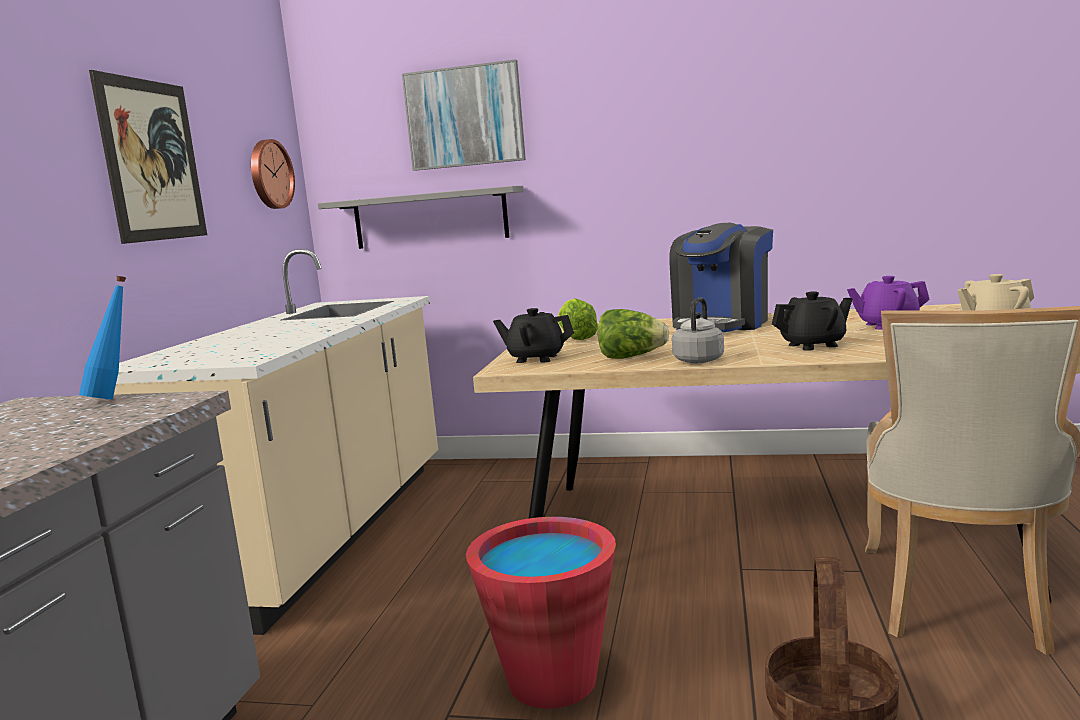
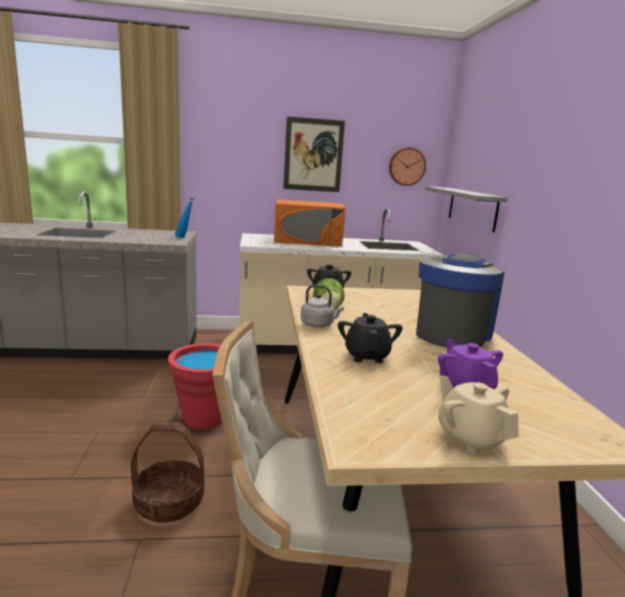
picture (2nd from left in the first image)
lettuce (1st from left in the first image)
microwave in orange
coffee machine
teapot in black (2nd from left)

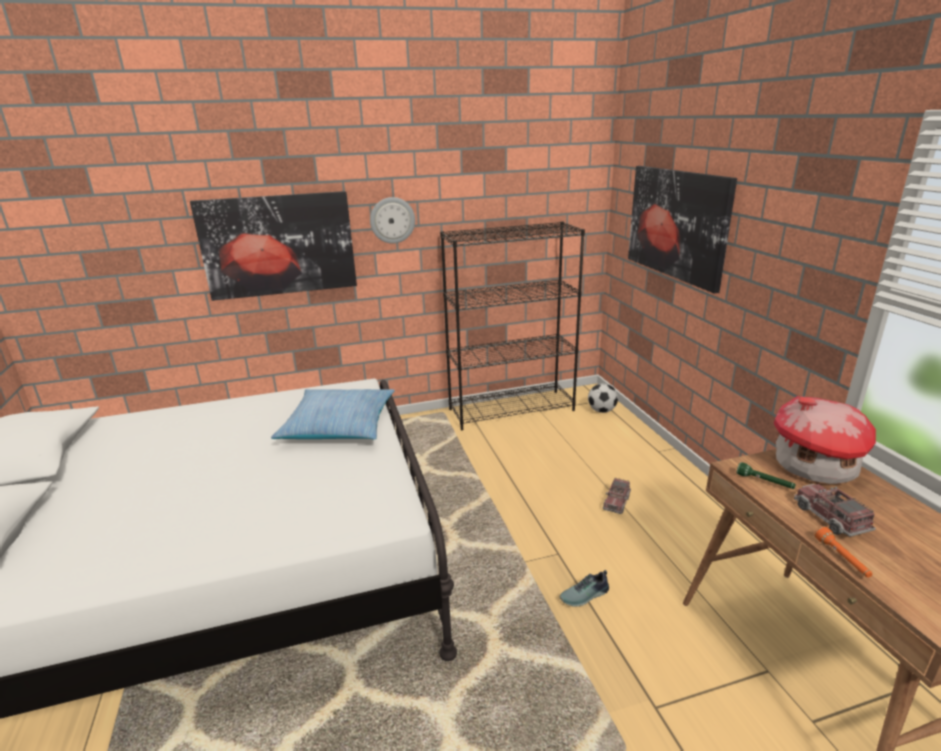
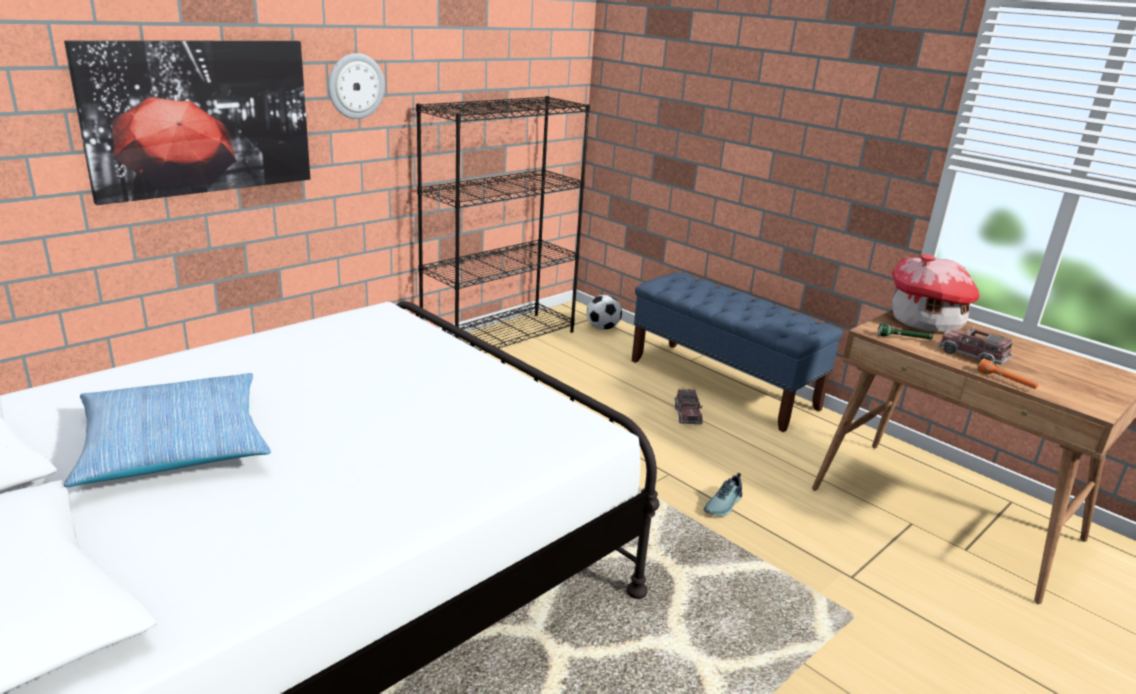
picture (2nd from left in the first image)
bench in blue
pillow

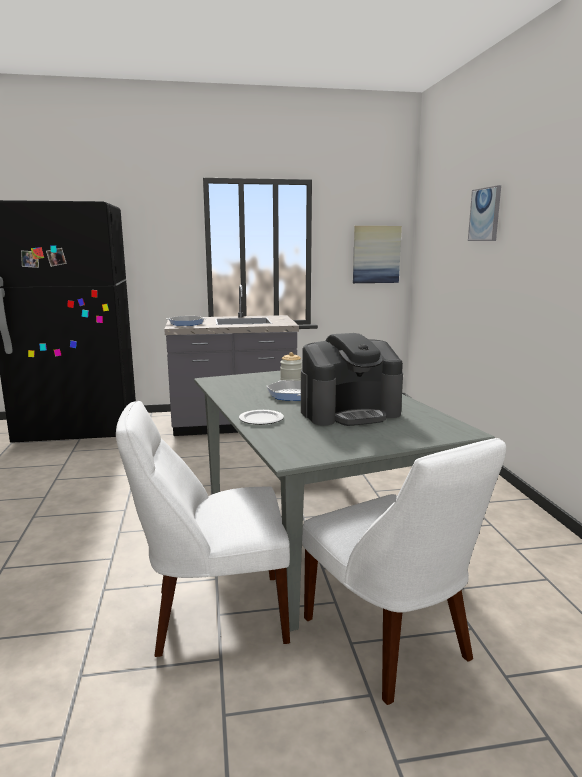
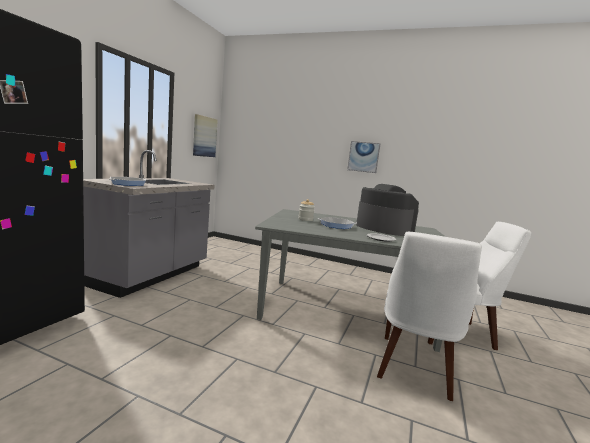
picture (2nd from left)
coffee machine

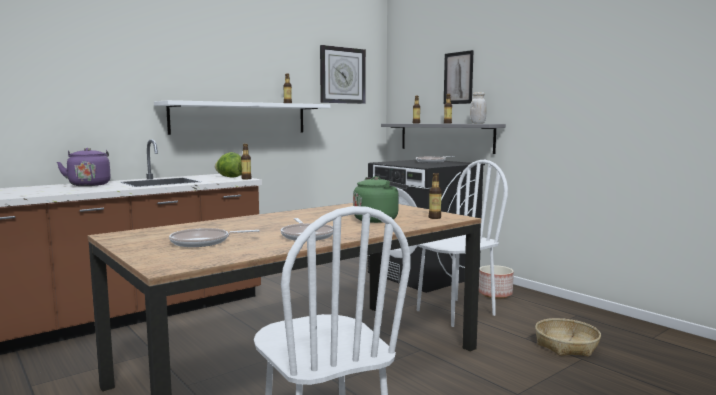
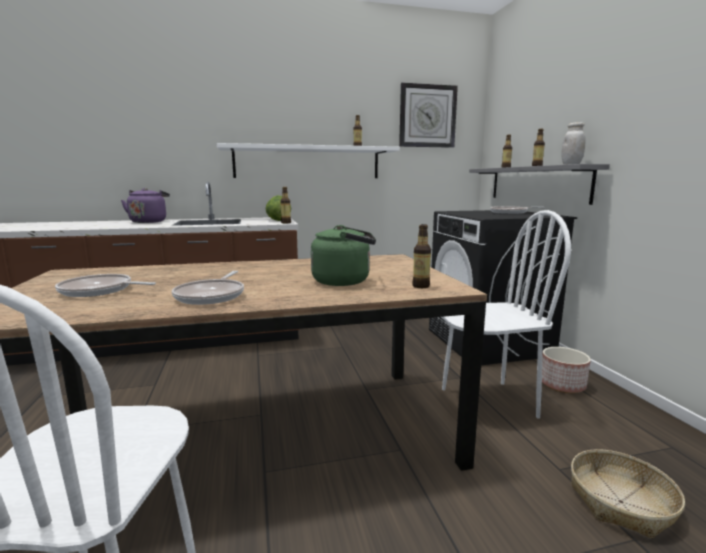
picture

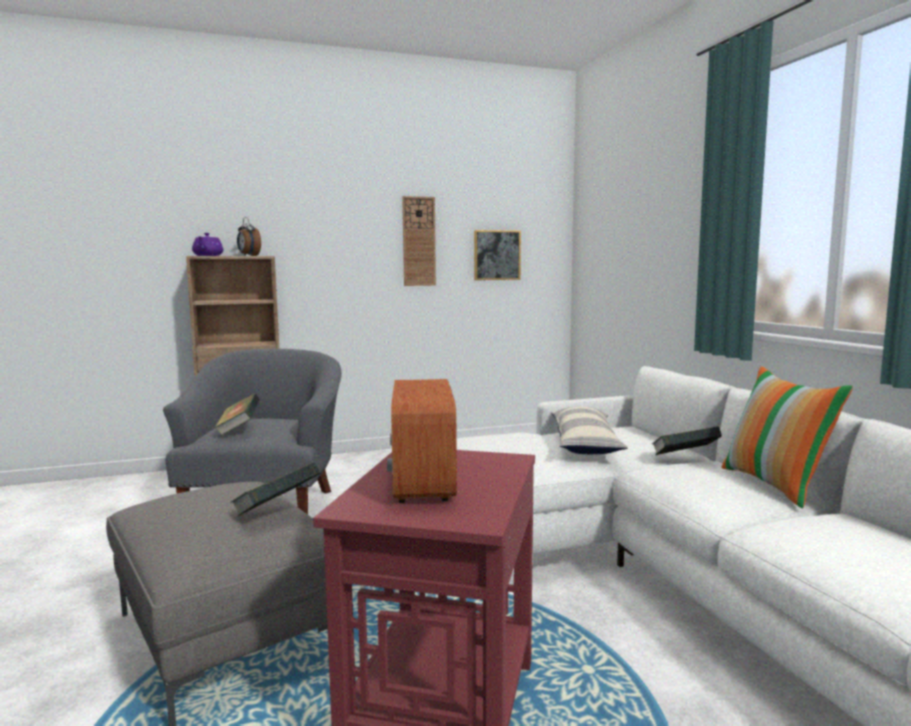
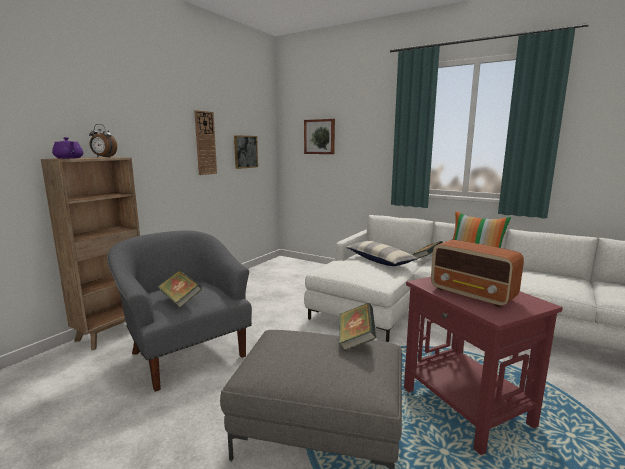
picture (2nd from left)

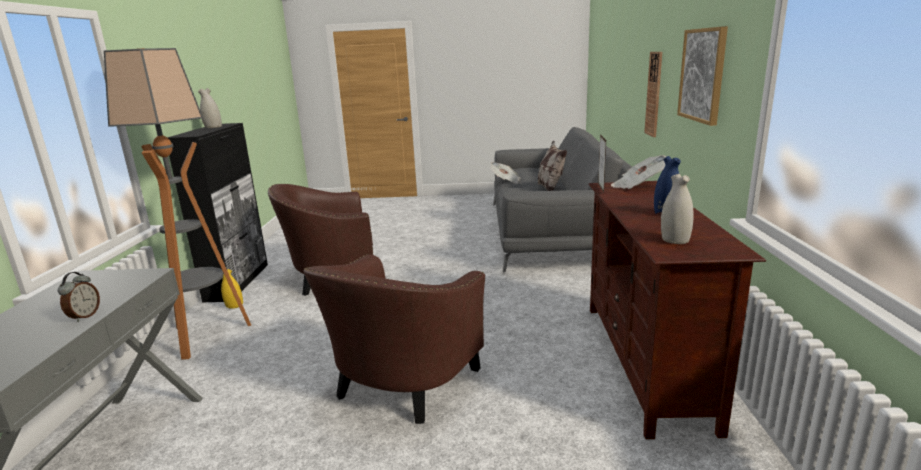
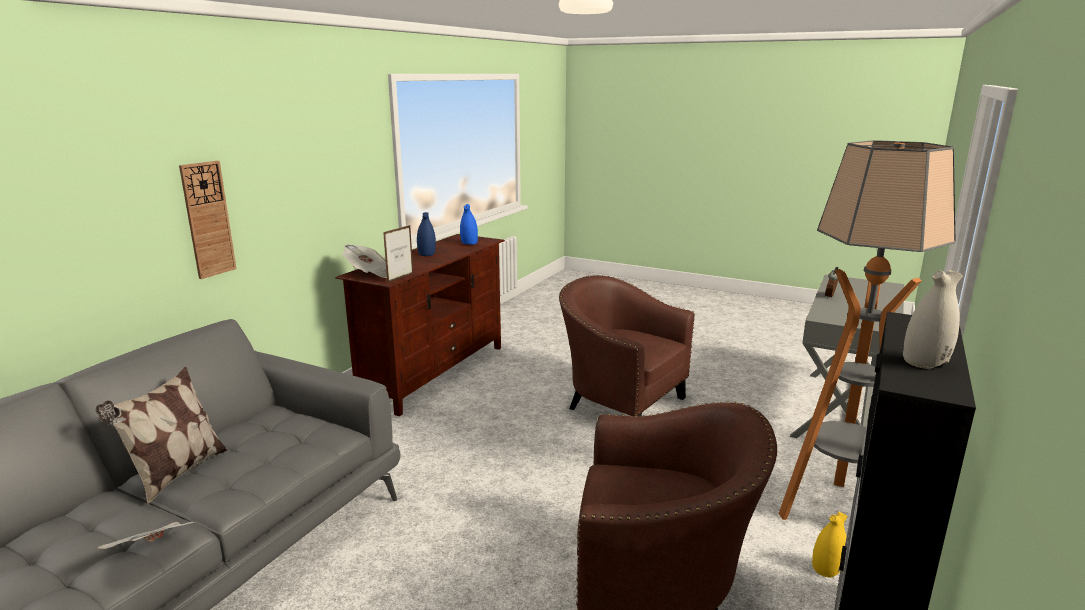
picture
vase in blue (2nd from left)
armchair in brown (1st from left)

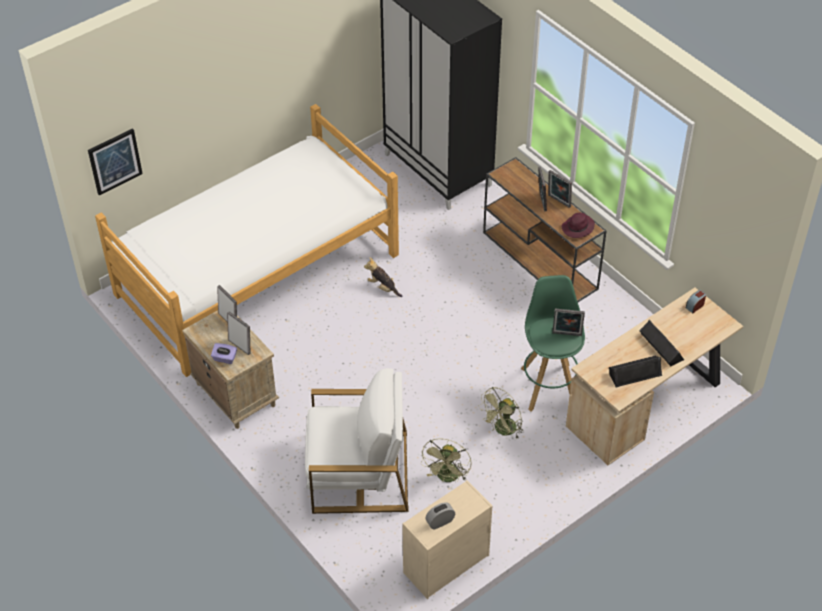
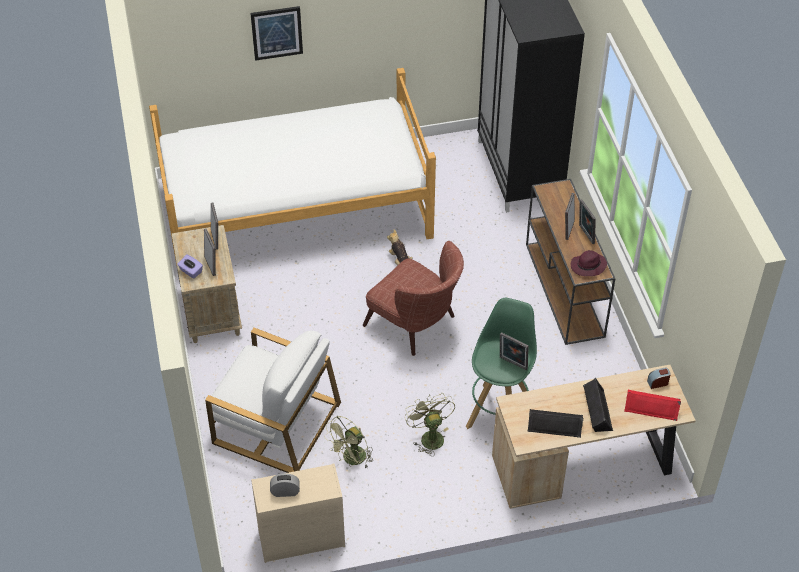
armchair in brown
speaker in red
picture
fan in green (2nd from left)

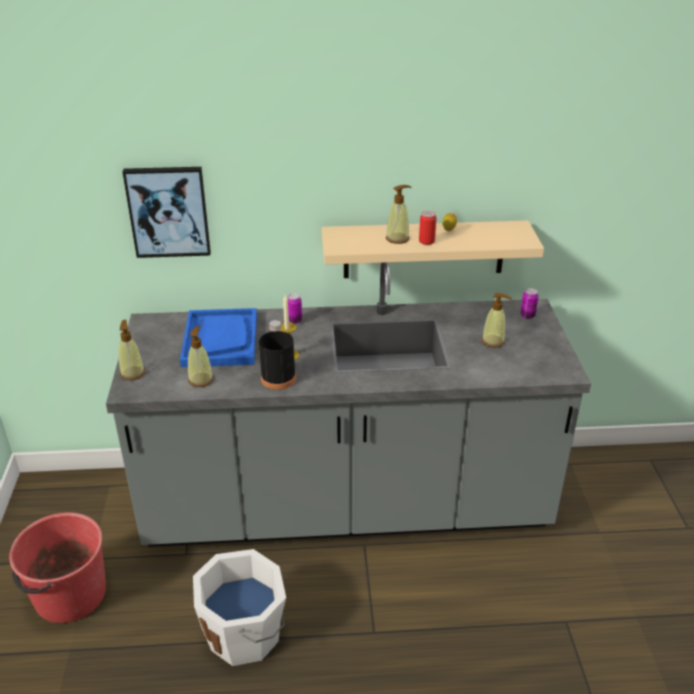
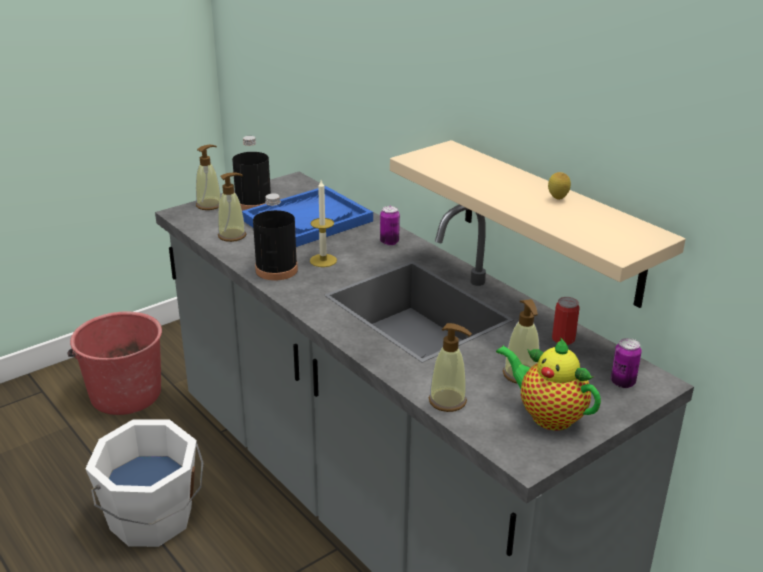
picture
bottle in black (1st from left)
teapot
soap dispenser (3rd from left)
can (2nd from left)

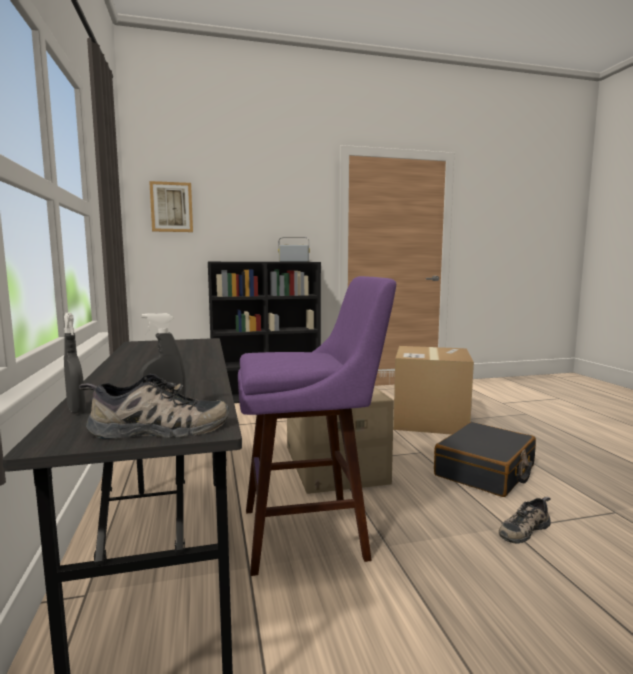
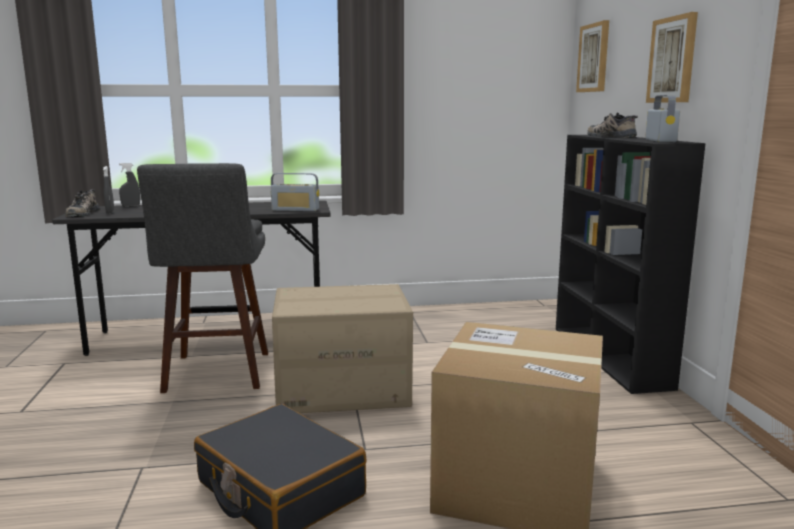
radio (1st from left)
picture (2nd from left)
shoe (2nd from left)
stool in grey

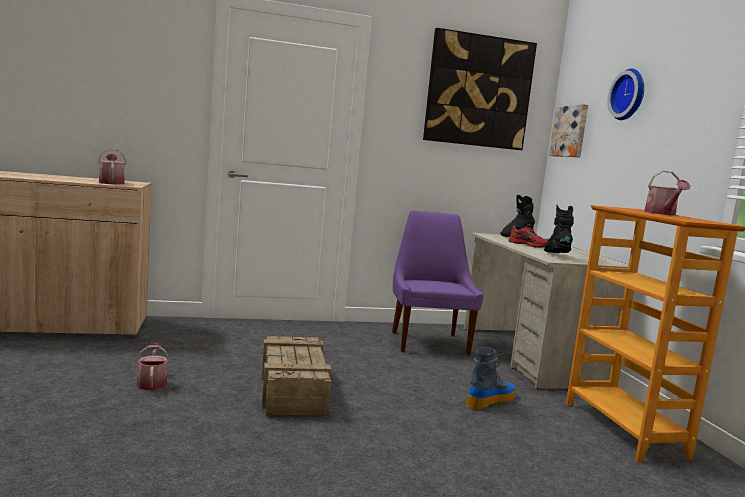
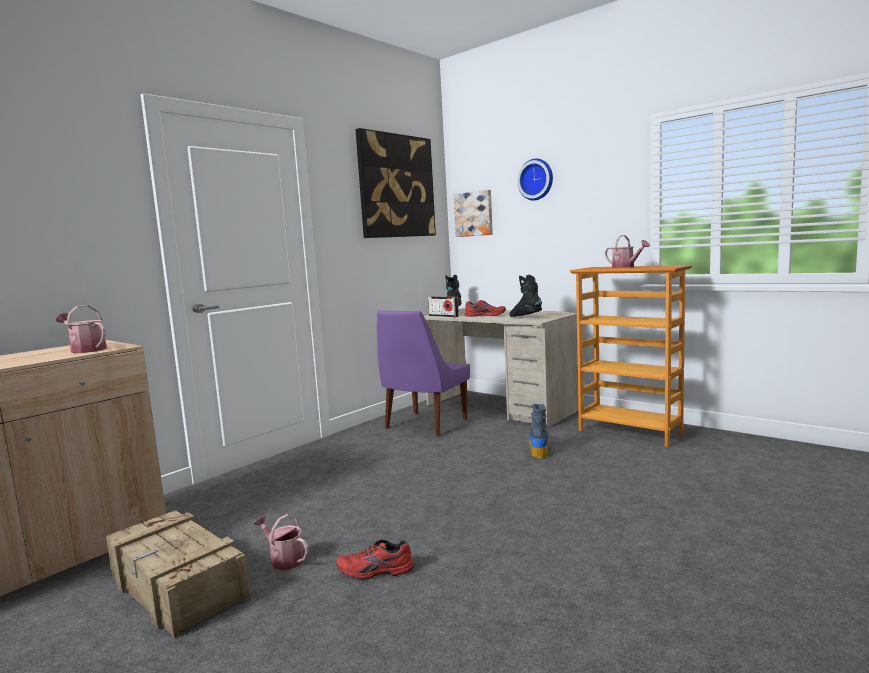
shoe in red (1st from left)
radio
crate
chair in purple

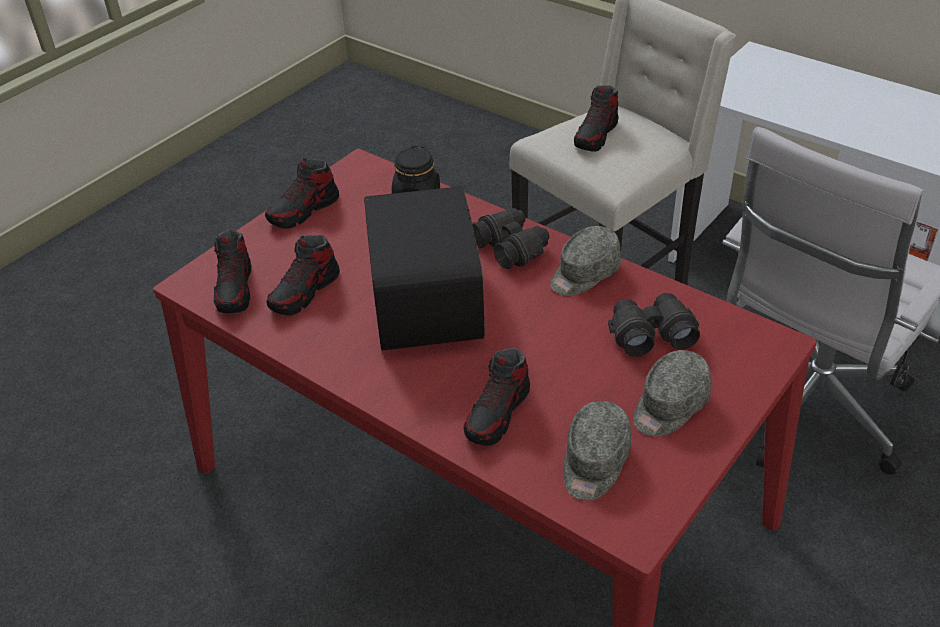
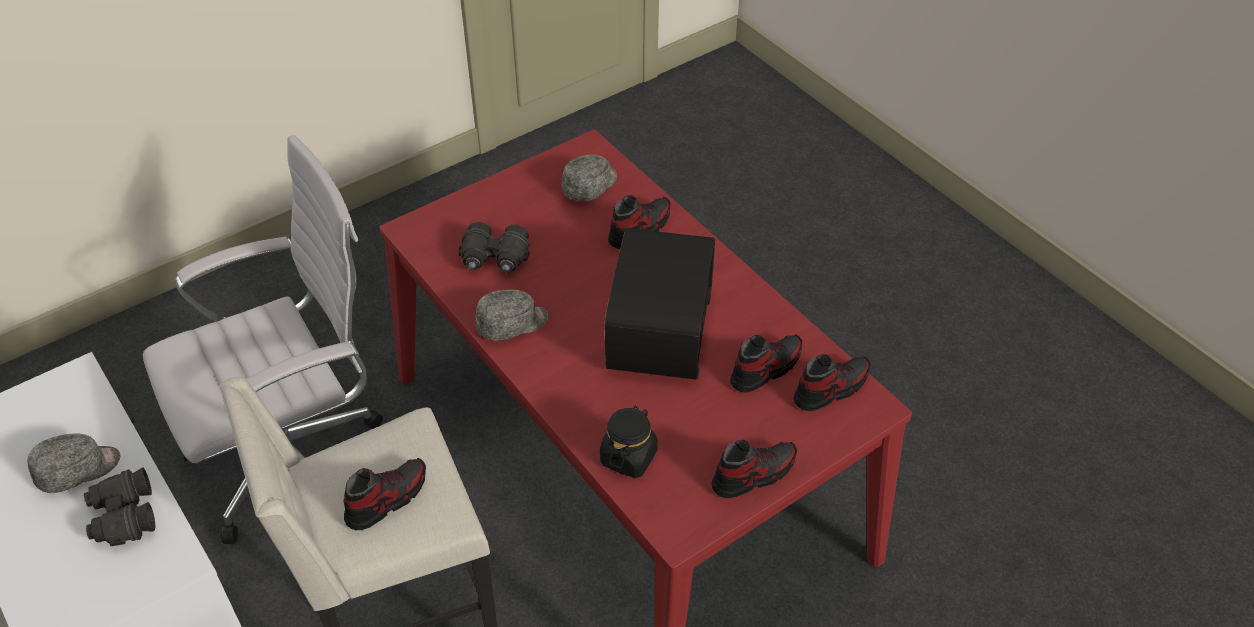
binoculars in black (1st from left)
cap in grey (1st from left)
shoe (5th from left)

